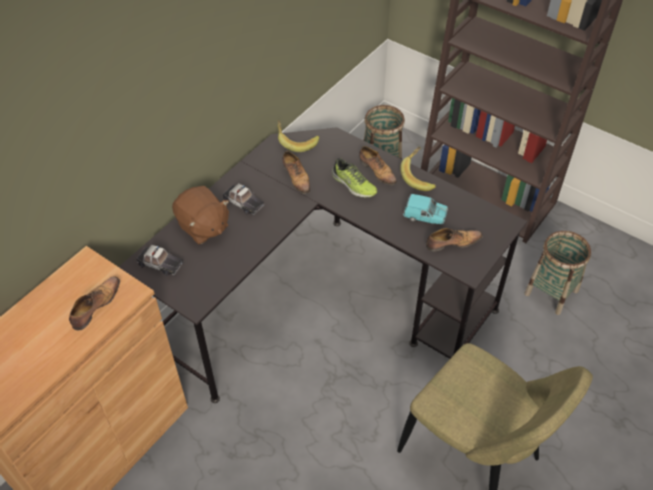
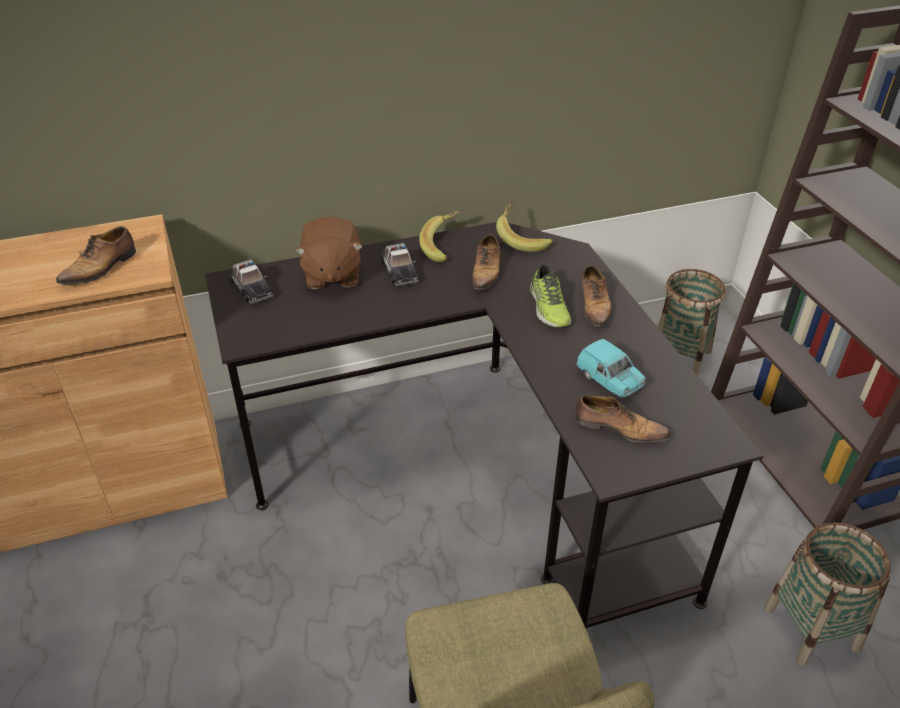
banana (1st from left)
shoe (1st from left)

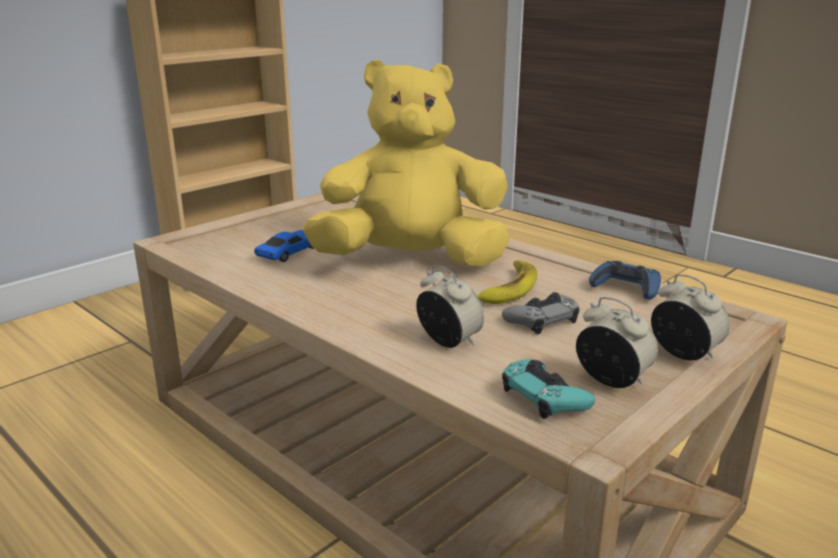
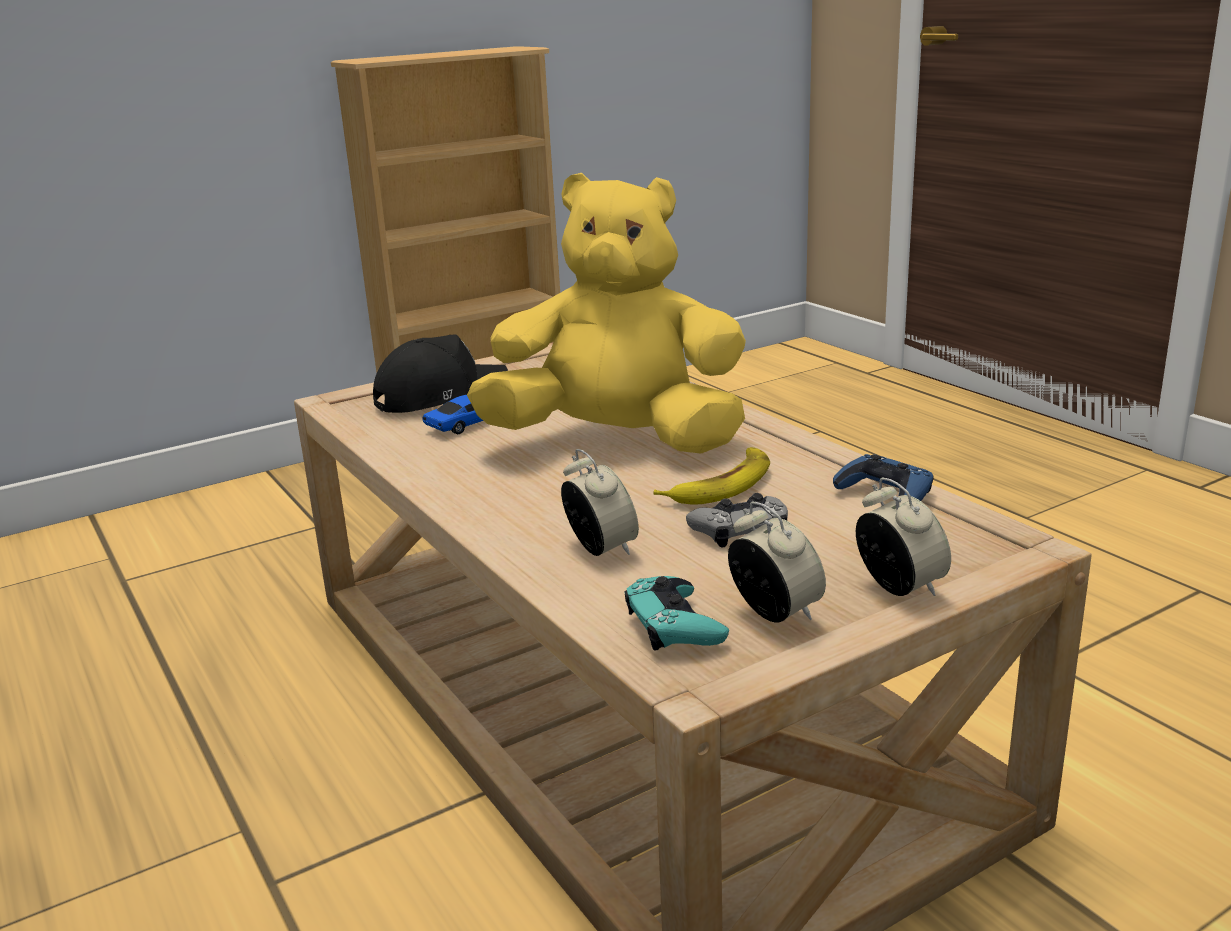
cap in black

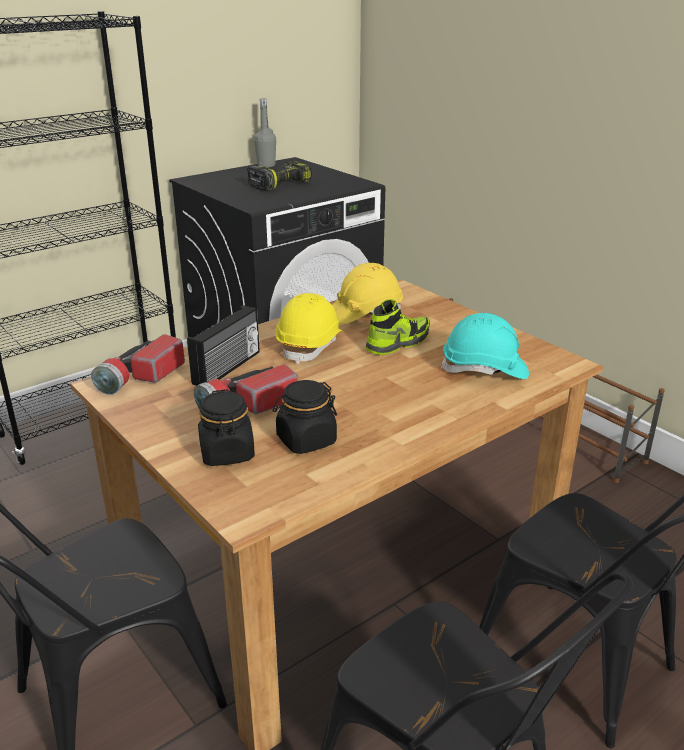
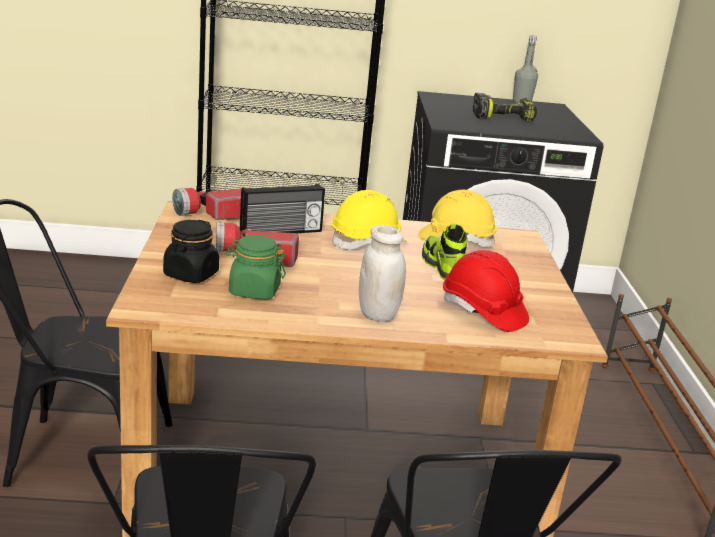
jar in white
jar in green
hard hat in red
shoe

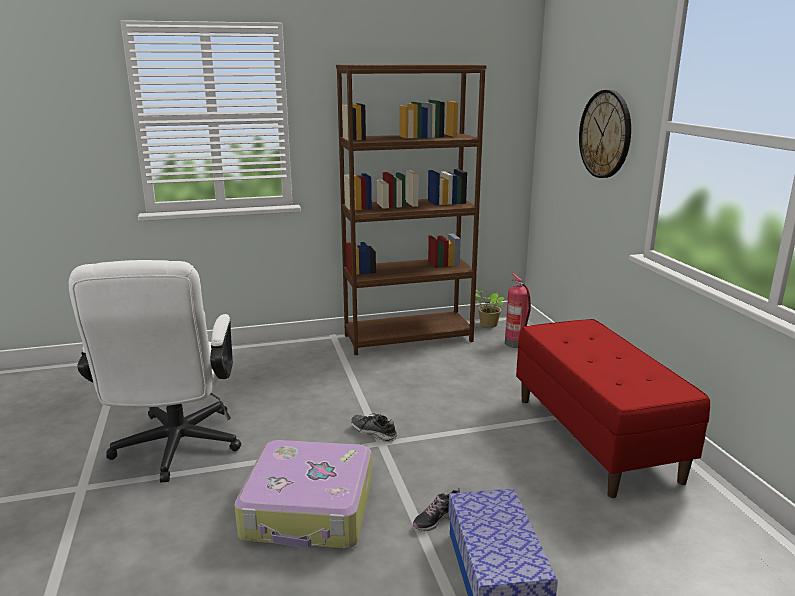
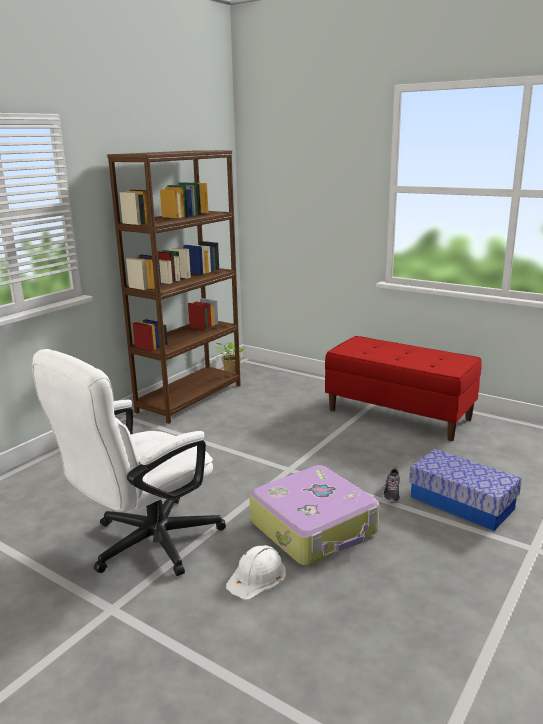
shoe (1st from left in the first image)
fire extinguisher
wall clock
hard hat in white
office chair in white

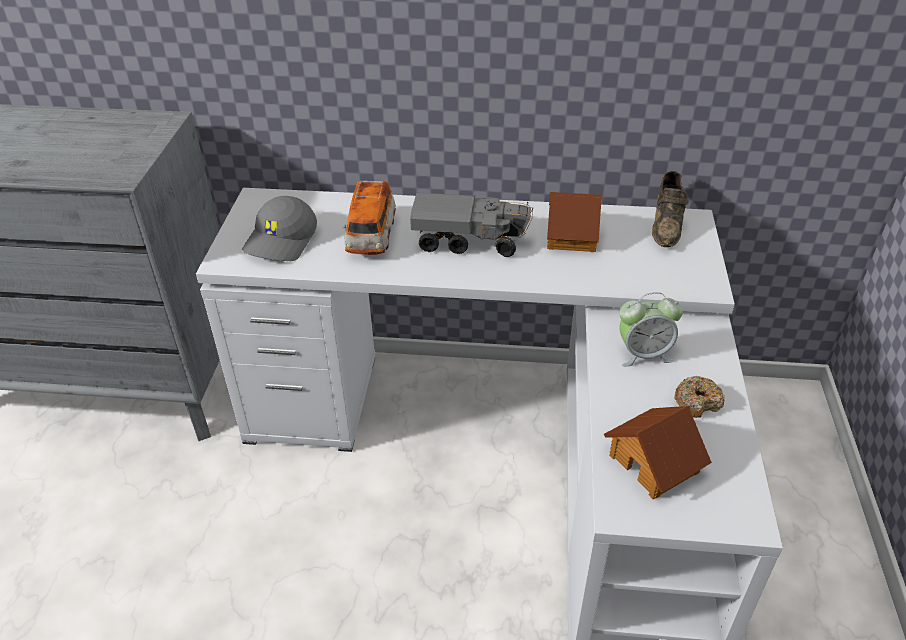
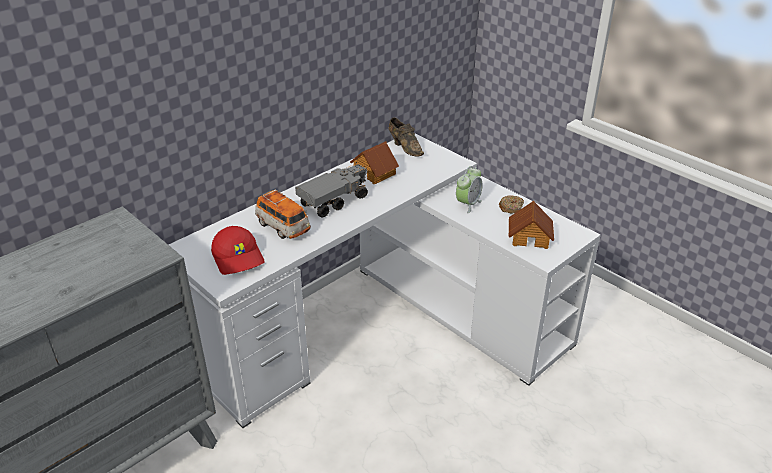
cap in red

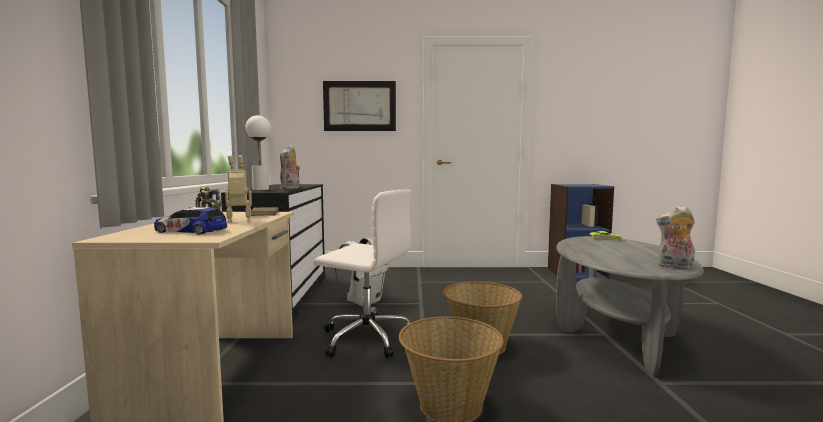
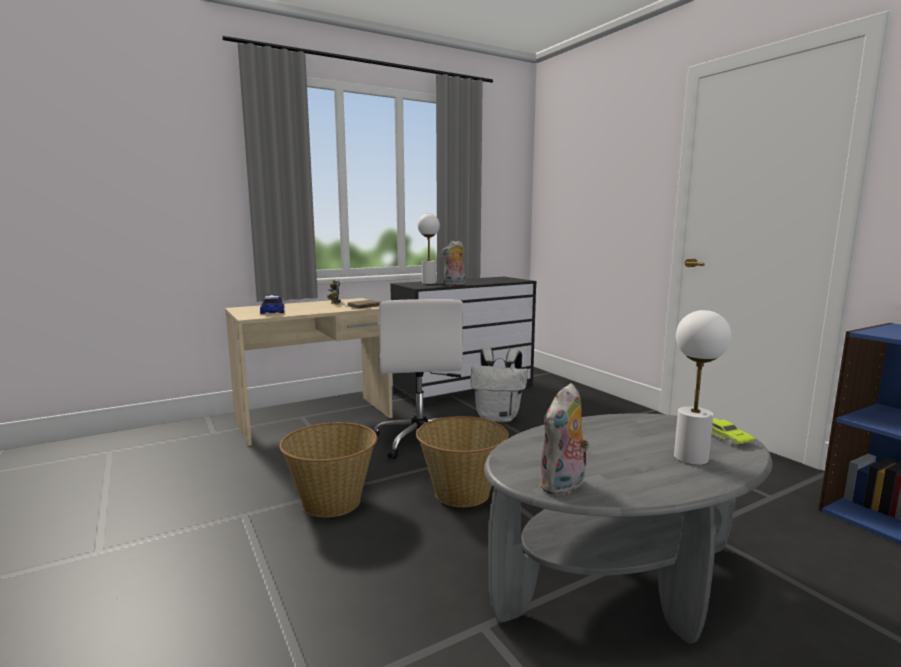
toy robot (2nd from left in the first image)
picture
table lamp in white (2nd from left)
plush toy (2nd from left)

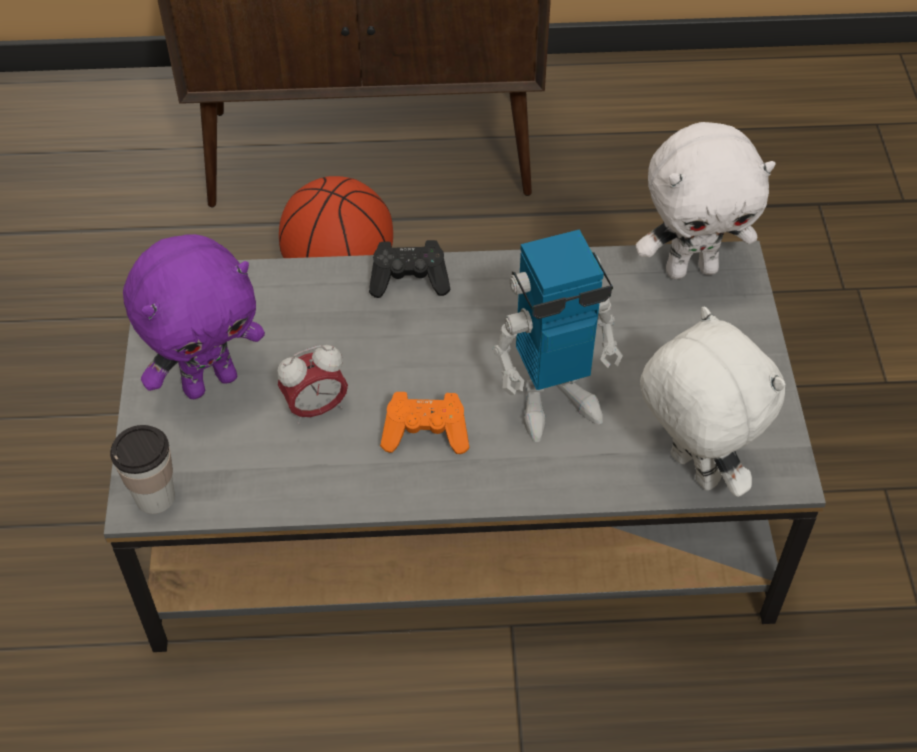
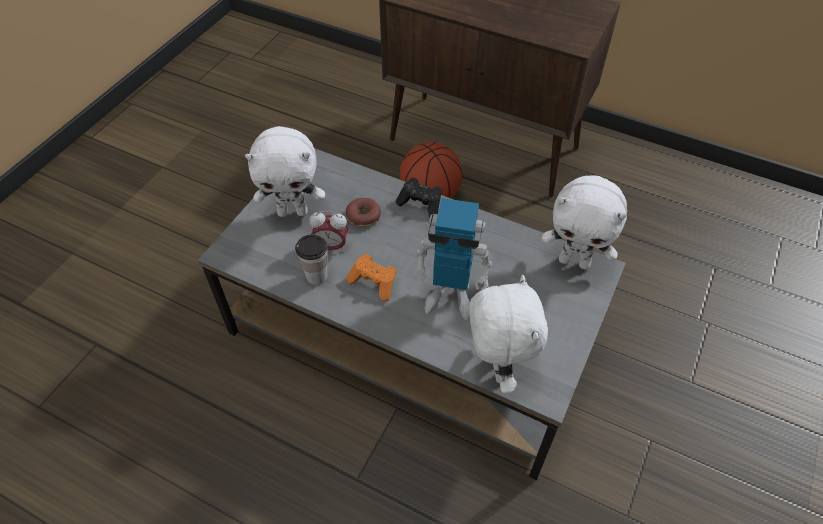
donut
cup
plush toy in white (1st from left)

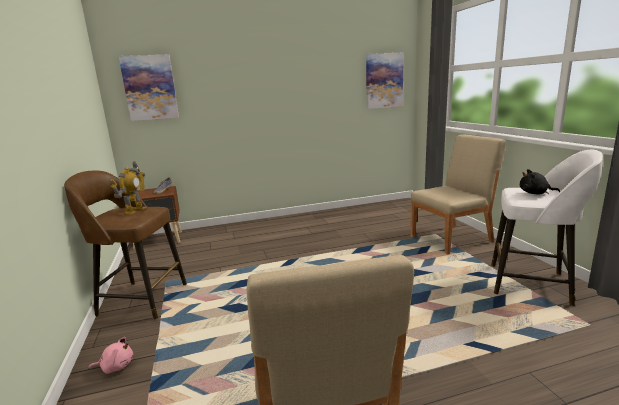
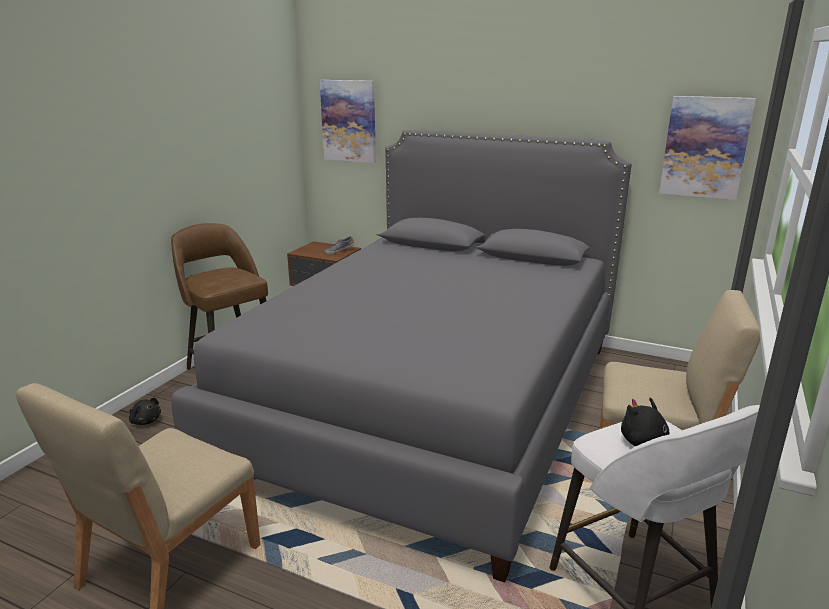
toy robot
bed in grey
plush toy in black (1st from left)

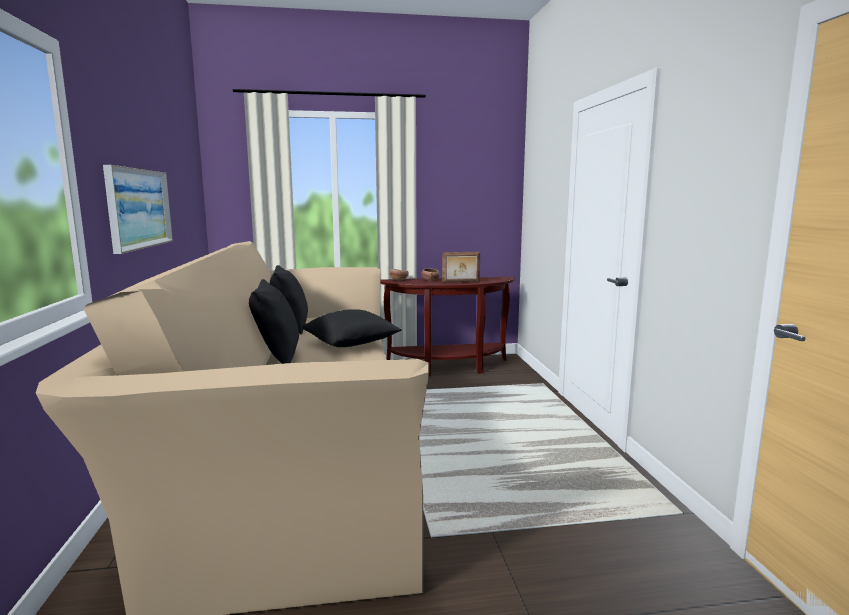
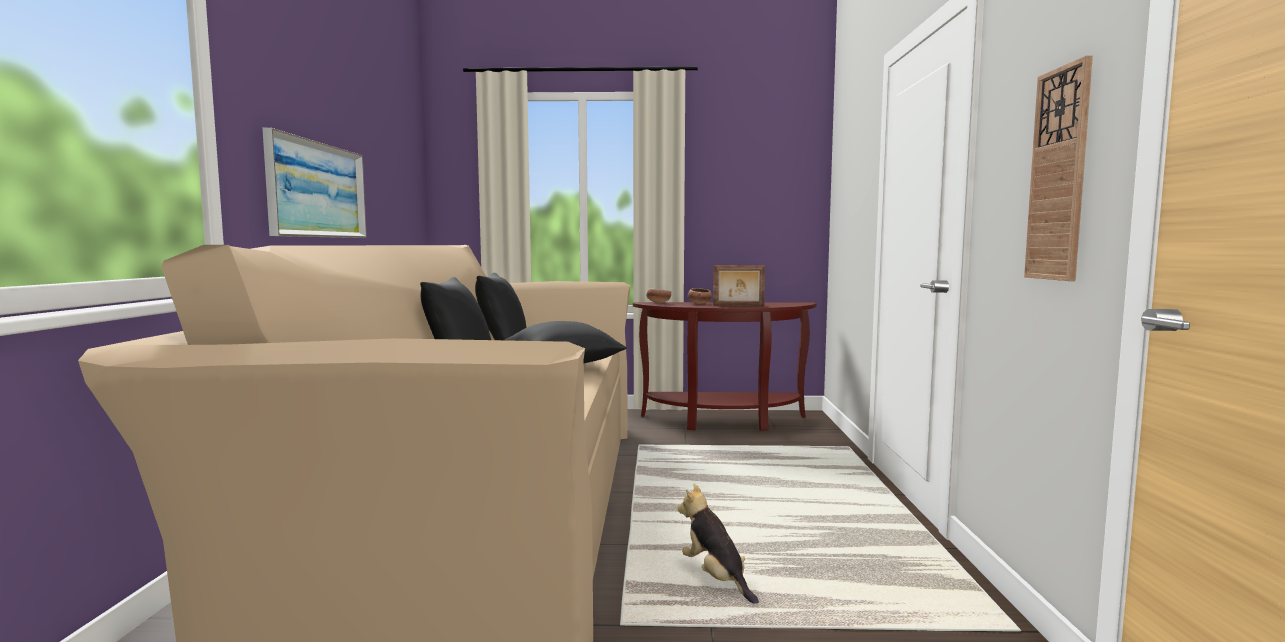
plush toy
wall clock

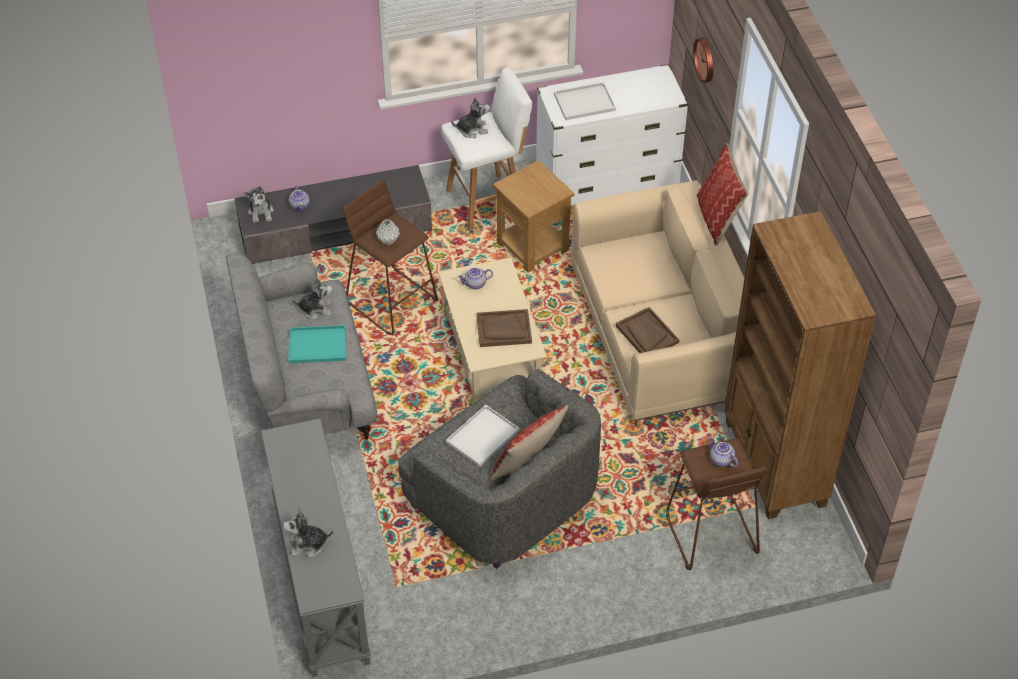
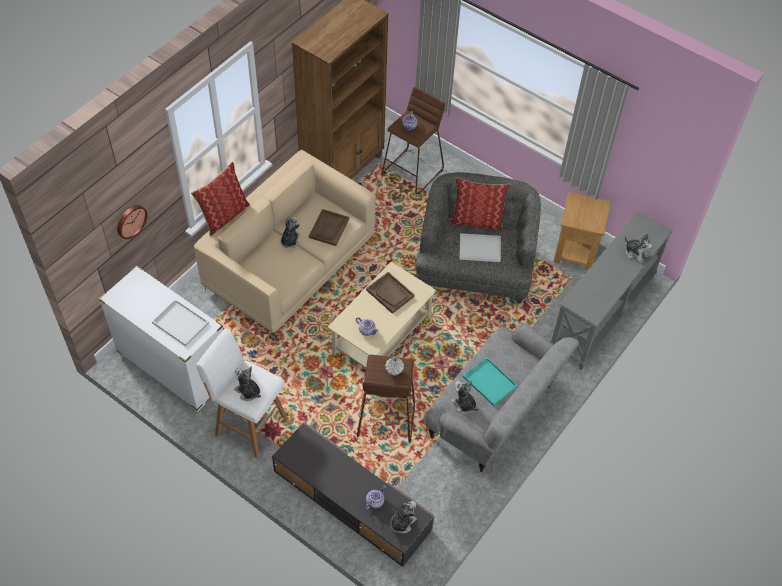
plush toy (2nd from left)
side table in brown

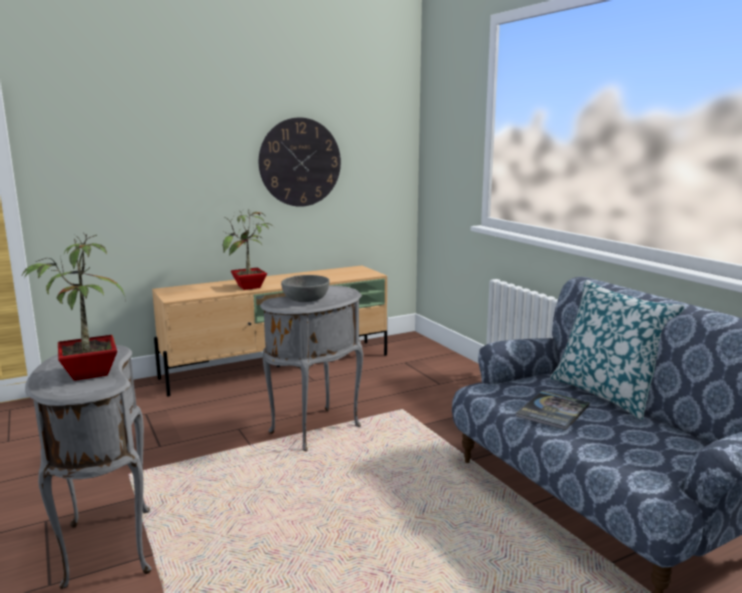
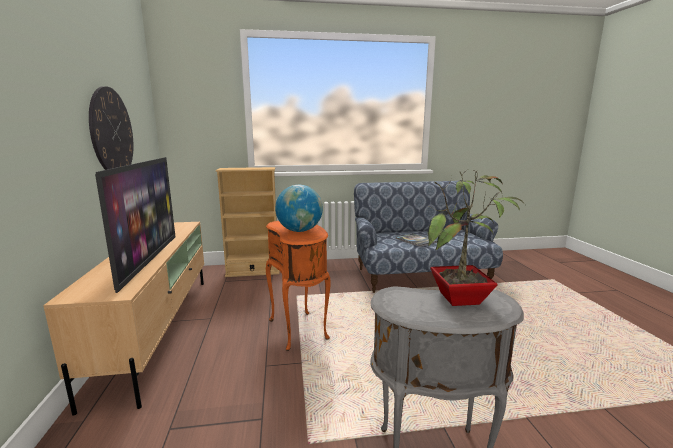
pillow
bookcase in beige
television
globe
side table in orange

